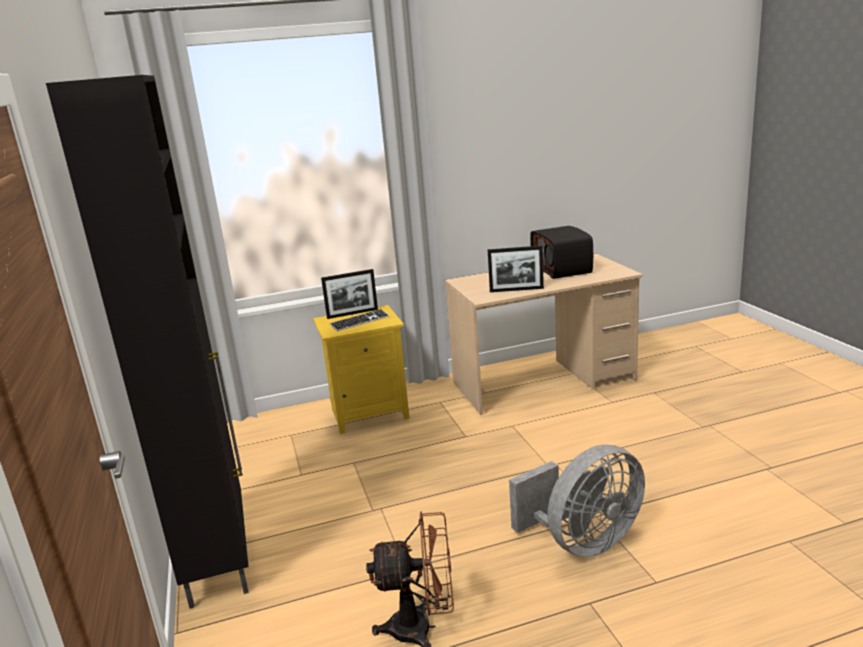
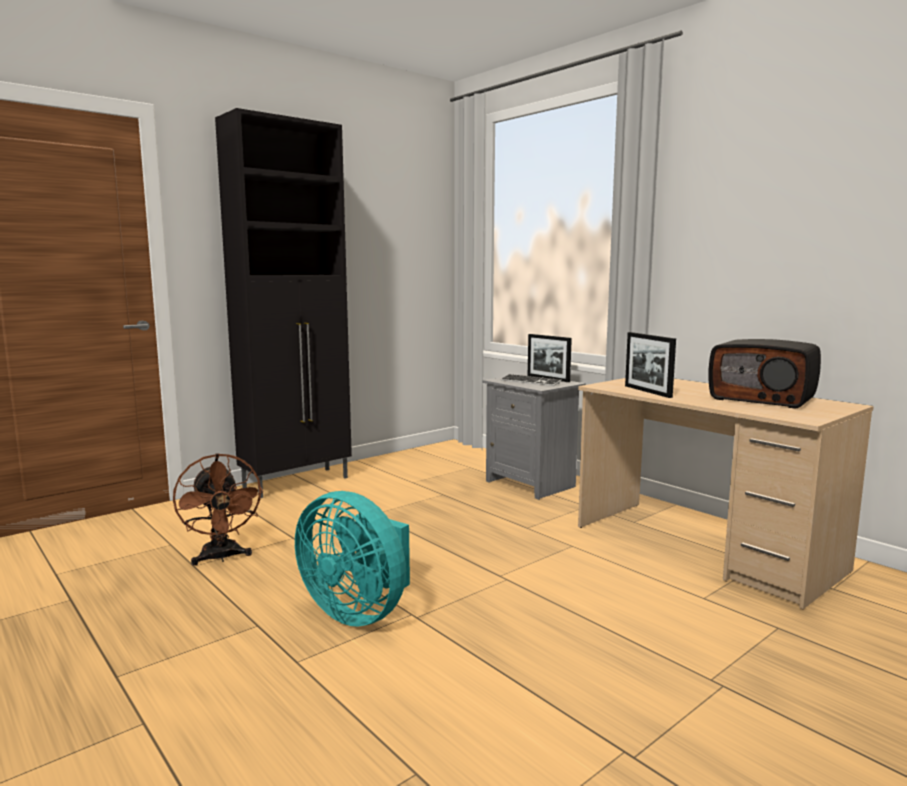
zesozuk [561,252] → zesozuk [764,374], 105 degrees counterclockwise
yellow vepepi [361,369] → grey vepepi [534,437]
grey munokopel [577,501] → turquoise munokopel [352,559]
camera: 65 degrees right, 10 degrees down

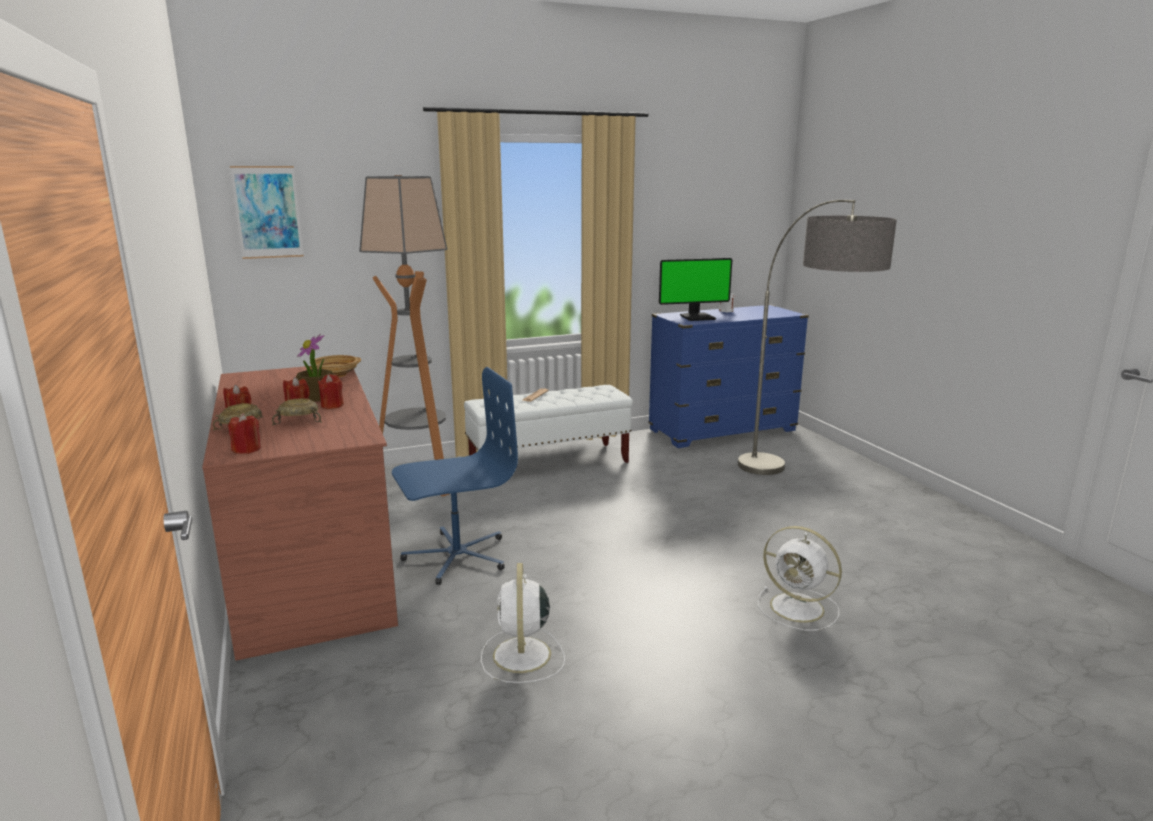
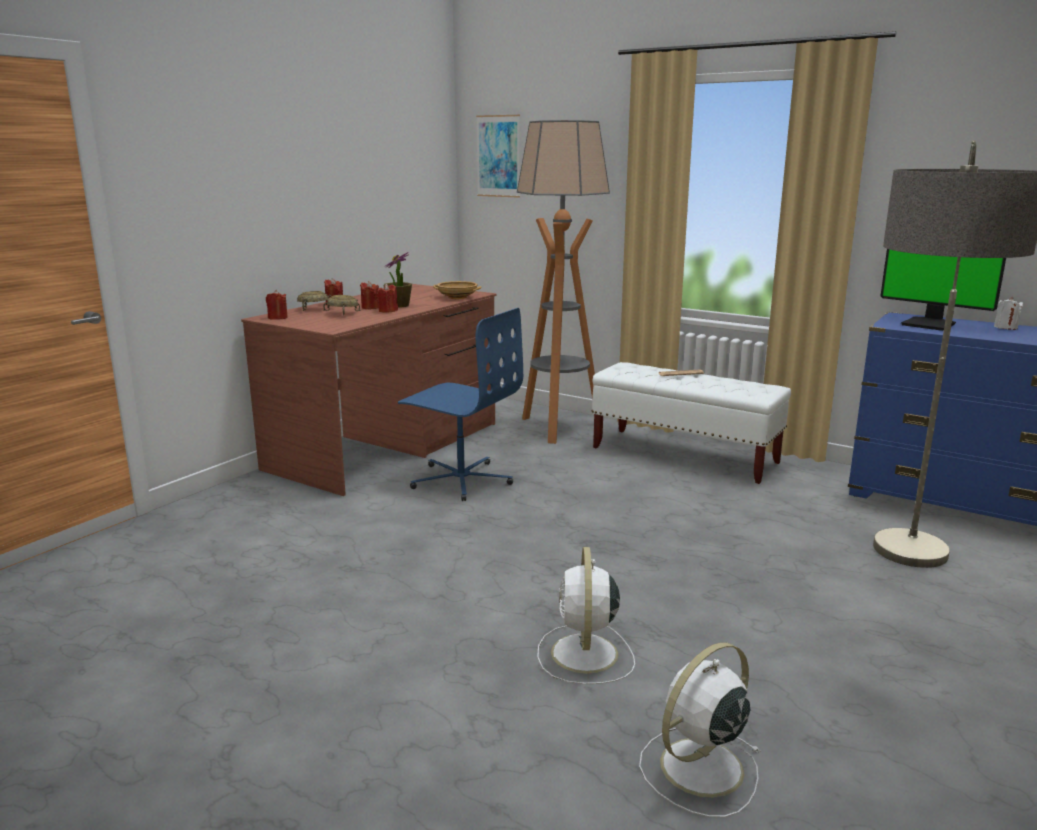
white munokopel [523,623] → white munokopel [699,729], relocated
camera: 55 degrees right, 0 degrees up

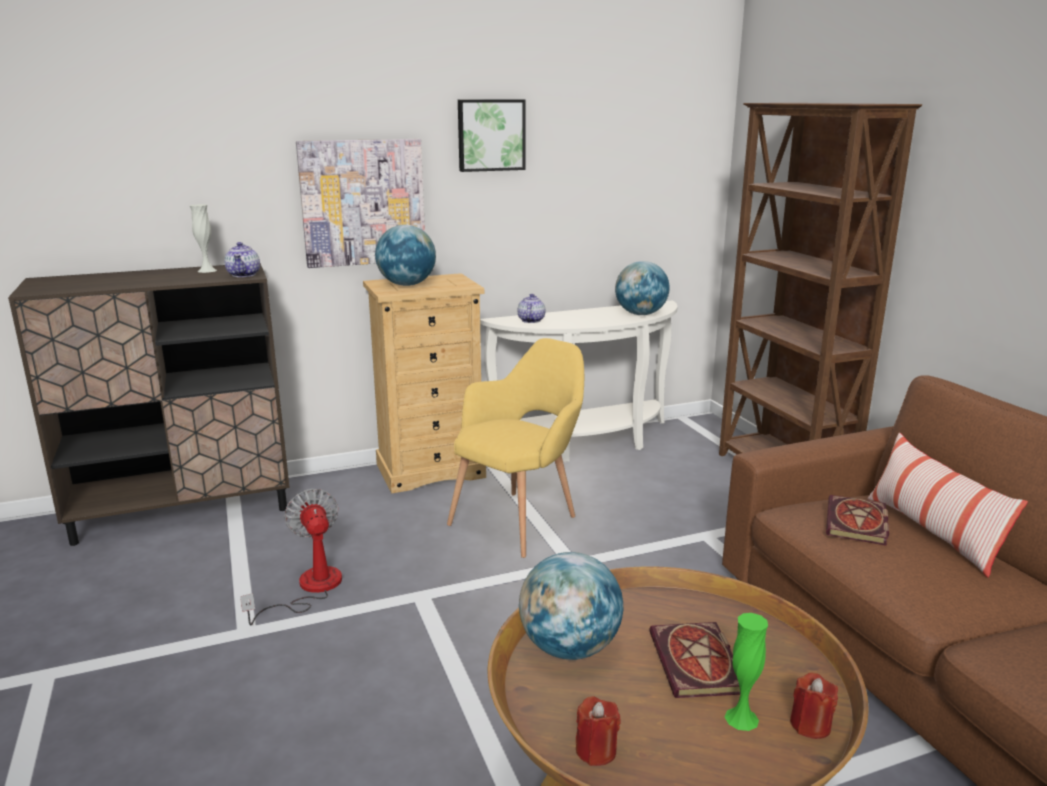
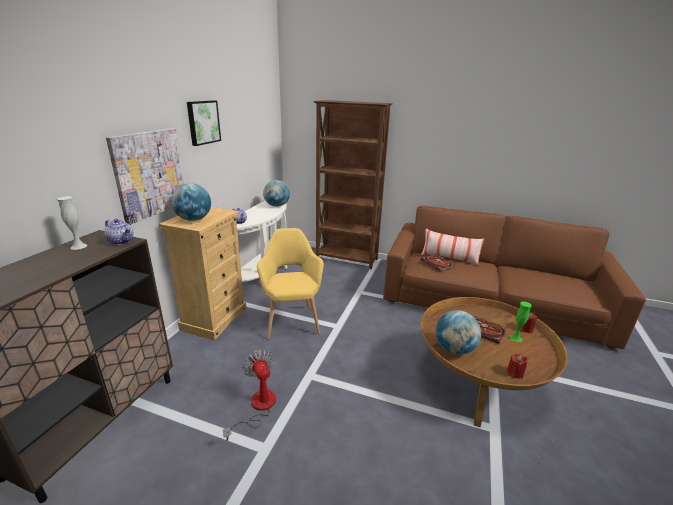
munokopel [291,557] → munokopel [249,395], 45 degrees clockwise
camera: 50 degrees left, 5 degrees up

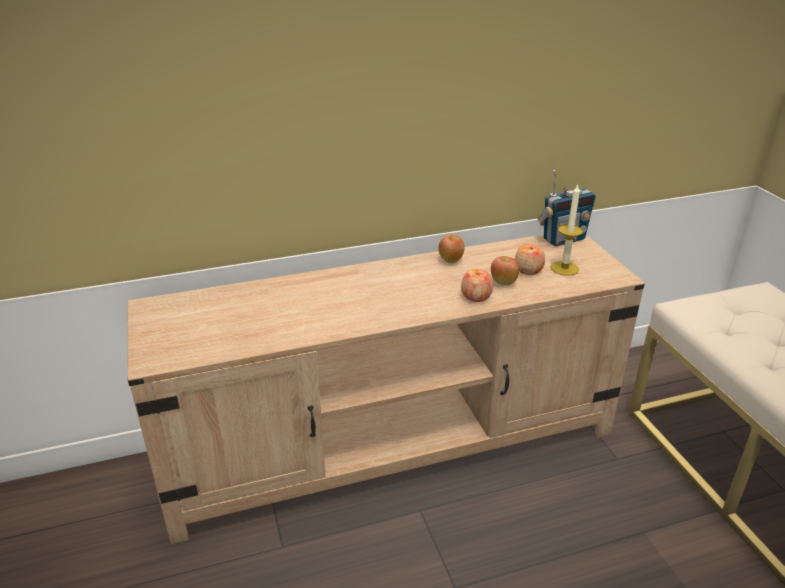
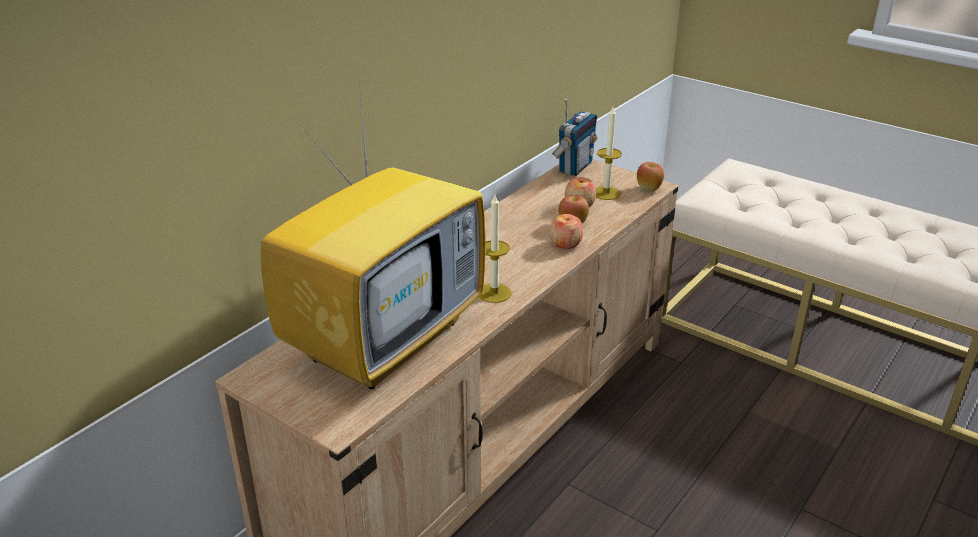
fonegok [451,249] → fonegok [650,176], relocated
- → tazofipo [373,229]
- → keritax [495,249]
camera: 35 degrees left, 0 degrees up

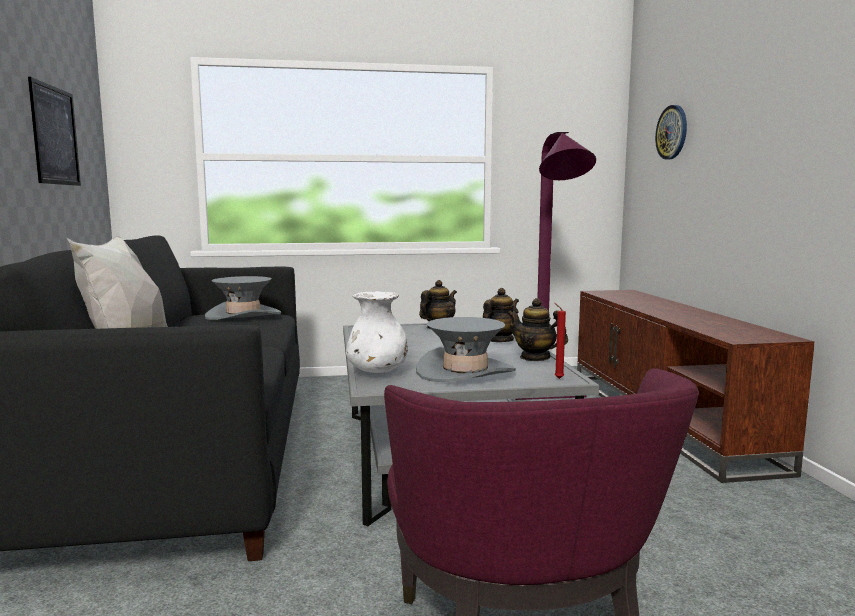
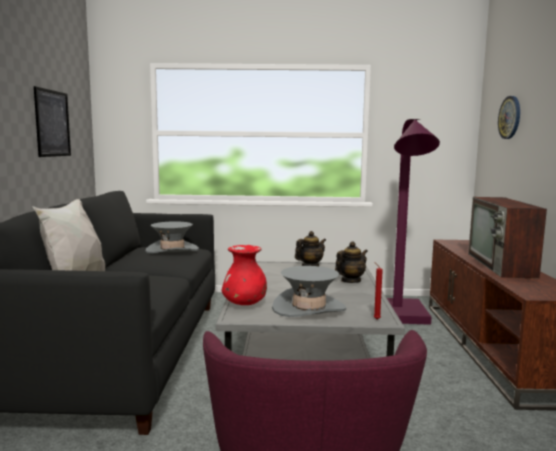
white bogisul [377,332] → red bogisul [244,275]
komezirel [537,329] → -
- → tazofipo [507,238]
camera: 10 degrees right, 0 degrees up

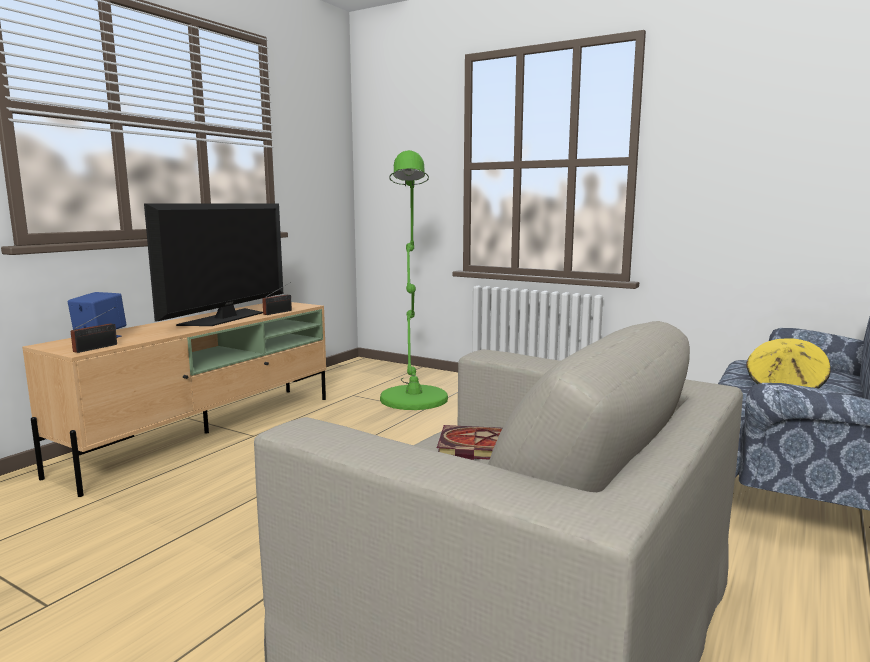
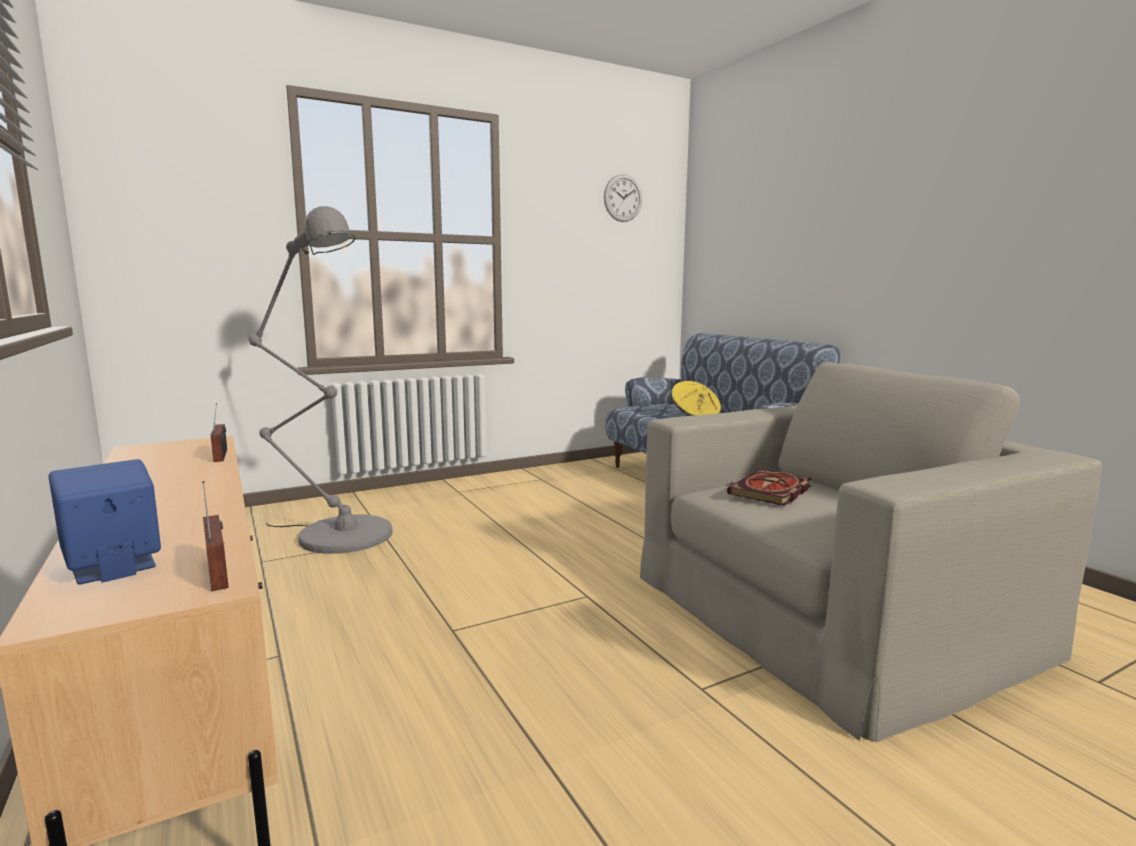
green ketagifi [414,280] → grey ketagifi [320,380]
tazofipo [213,264] → -
- → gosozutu [623,198]
camera: 60 degrees left, 0 degrees up

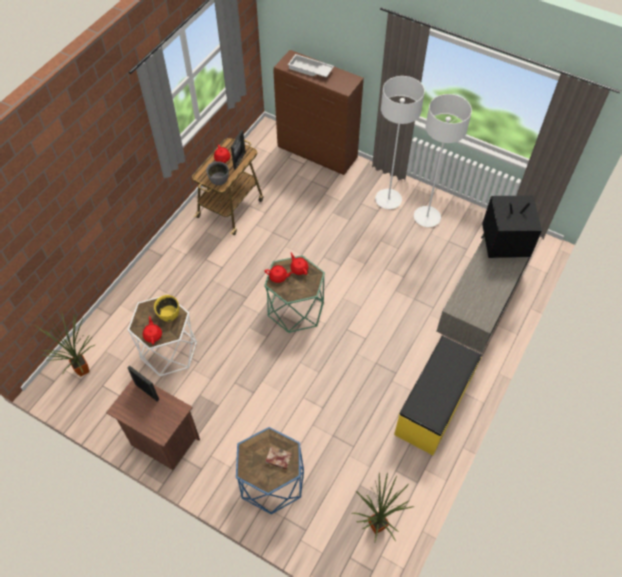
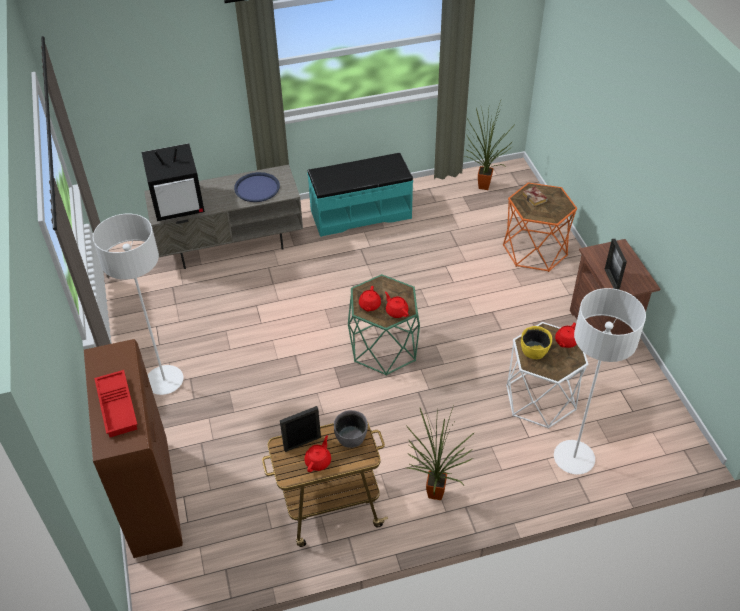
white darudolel [311,65] → red darudolel [115,403]
white ketagifi [443,160] → white ketagifi [600,381], relocated
tazofipo [512,226] → tazofipo [173,182], 60 degrees counterclockwise
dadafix [66,344] → dadafix [441,453], relocated
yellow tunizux [438,395] → turquoise tunizux [360,195]
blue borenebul [270,470] → orange borenebul [540,227]
- → blue darudolel [257,187]
camera: 135 degrees left, 10 degrees down

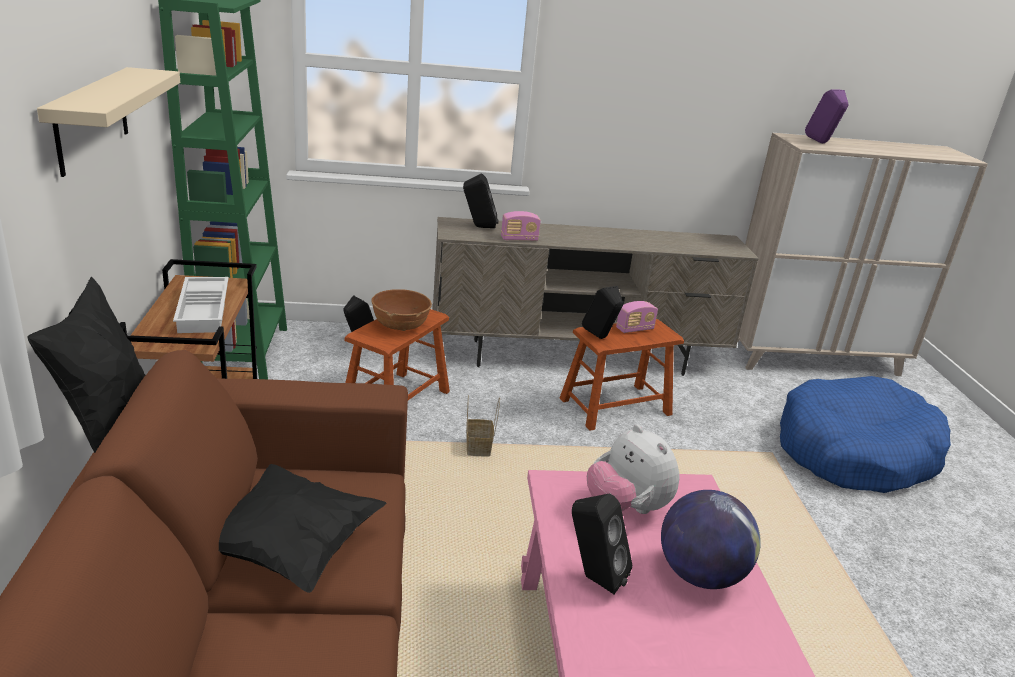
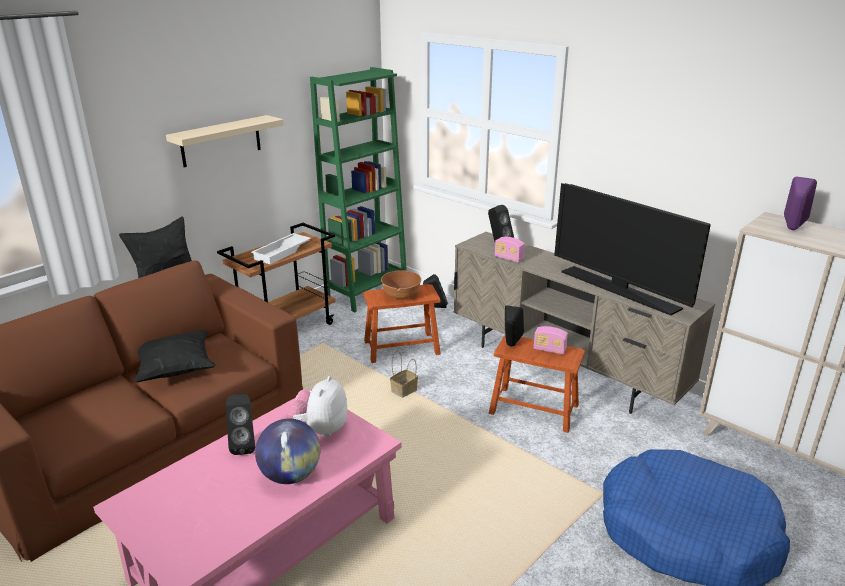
- → tazofipo [632,249]
camera: 50 degrees right, 0 degrees up

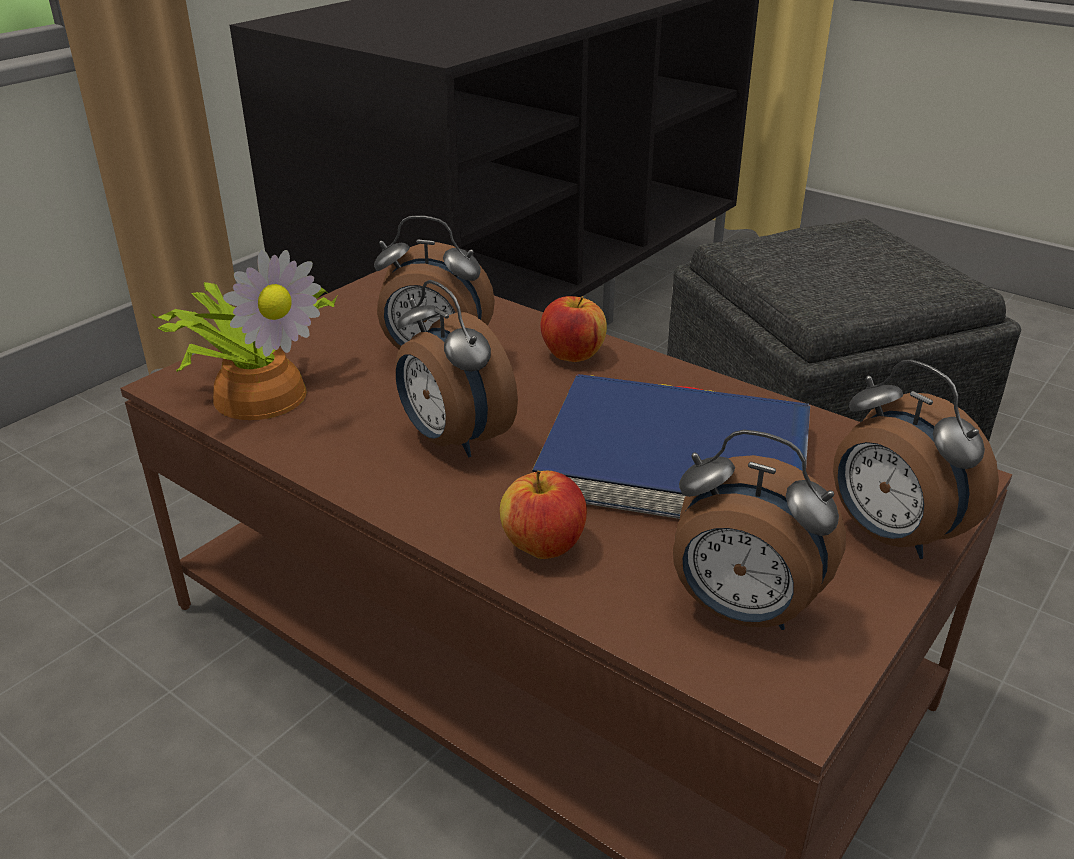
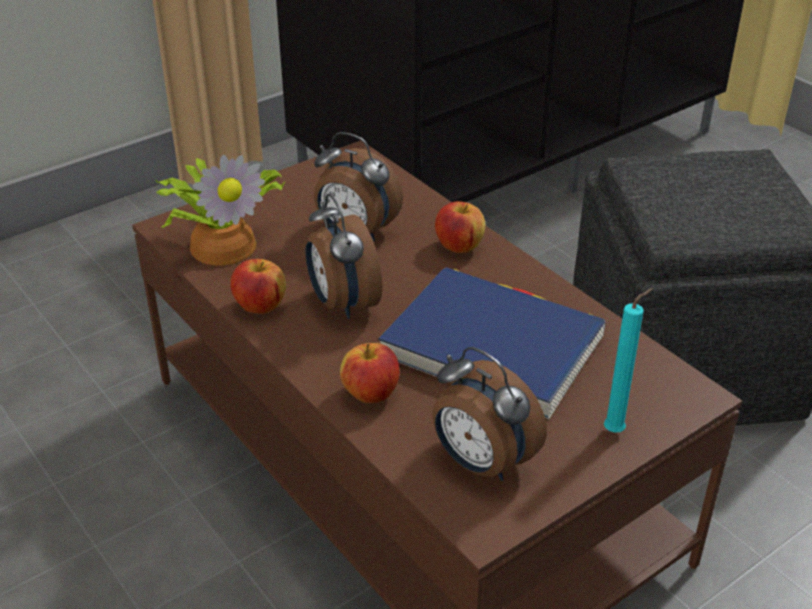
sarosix [916,459] → turquoise keritax [628,360]
- → fonegok [258,286]
camera: 15 degrees right, 5 degrees up

